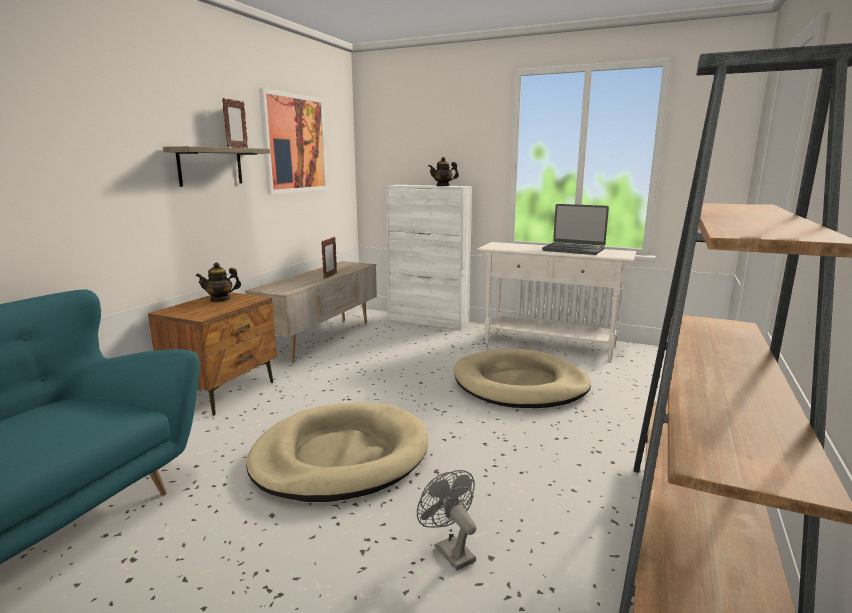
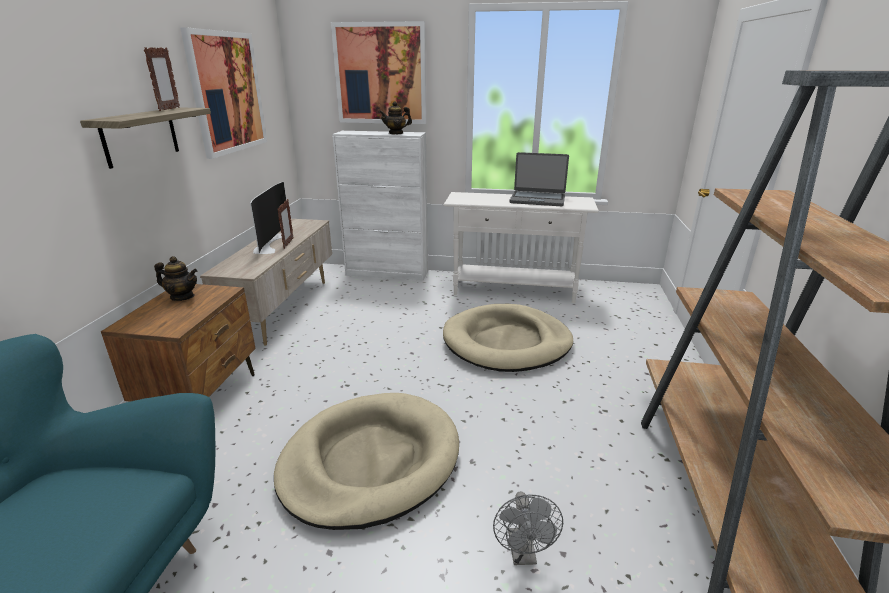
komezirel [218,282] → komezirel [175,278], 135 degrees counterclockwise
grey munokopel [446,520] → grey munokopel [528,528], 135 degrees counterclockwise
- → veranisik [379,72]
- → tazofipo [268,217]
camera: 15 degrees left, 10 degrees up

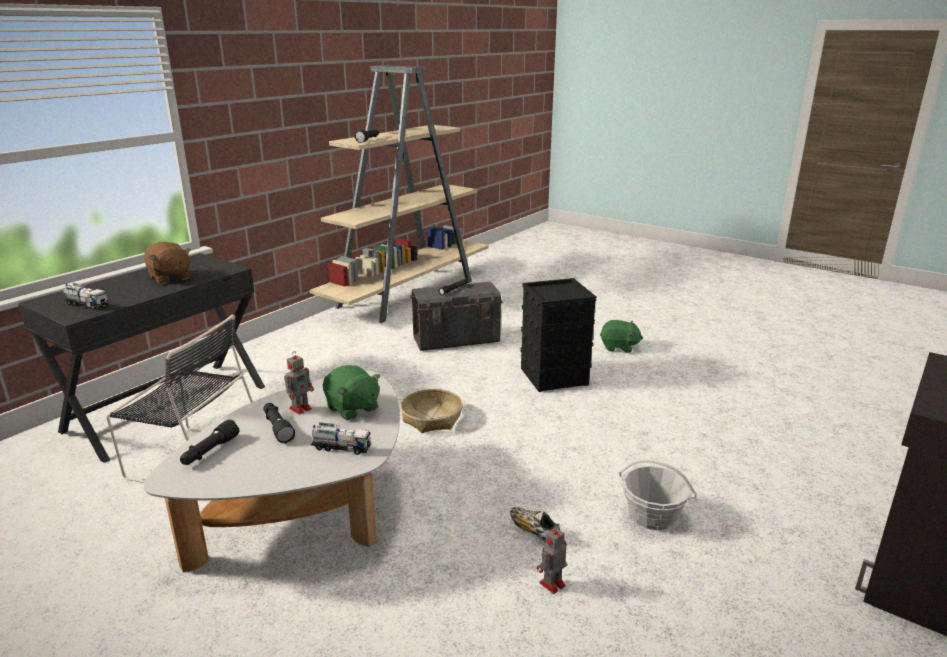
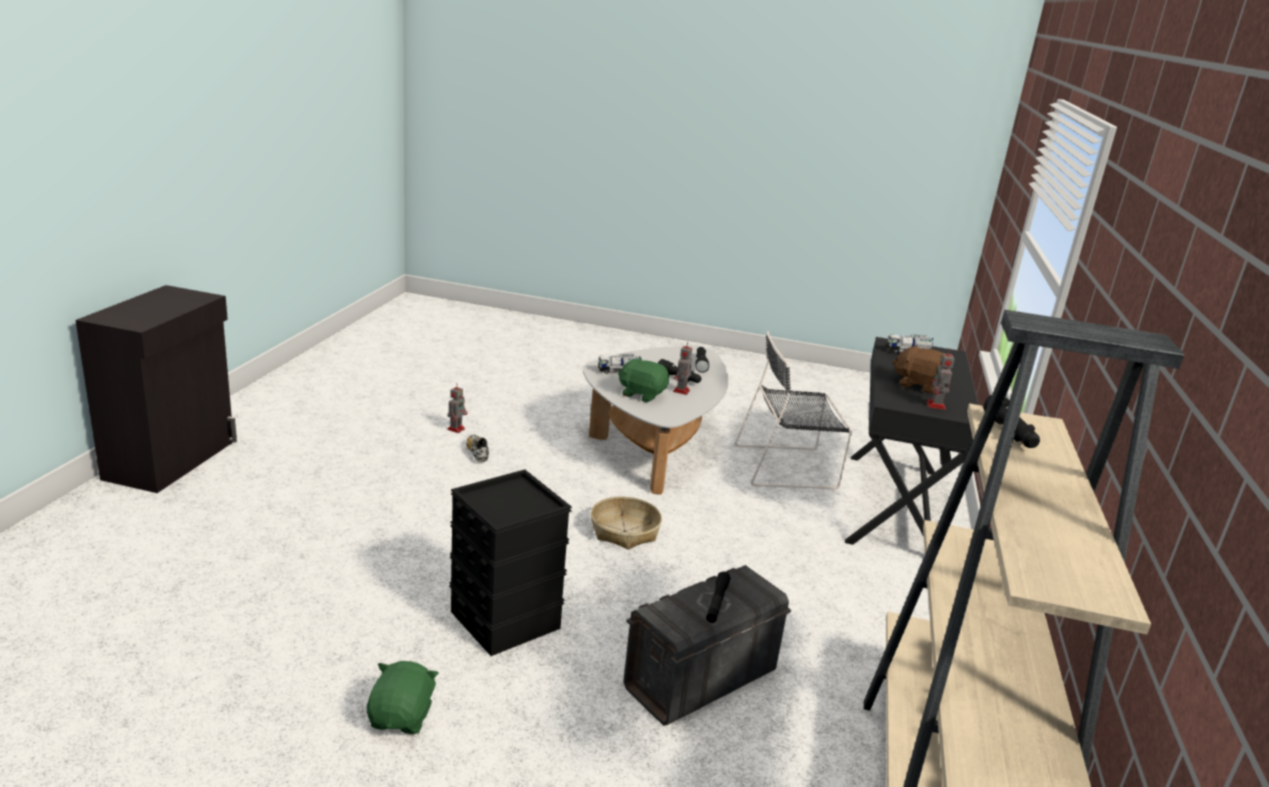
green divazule [621,336] → green divazule [403,697], 105 degrees clockwise
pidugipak [658,494] → -
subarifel [535,524] → subarifel [477,448], 135 degrees counterclockwise
- → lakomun [940,379]
camera: 155 degrees right, 0 degrees up

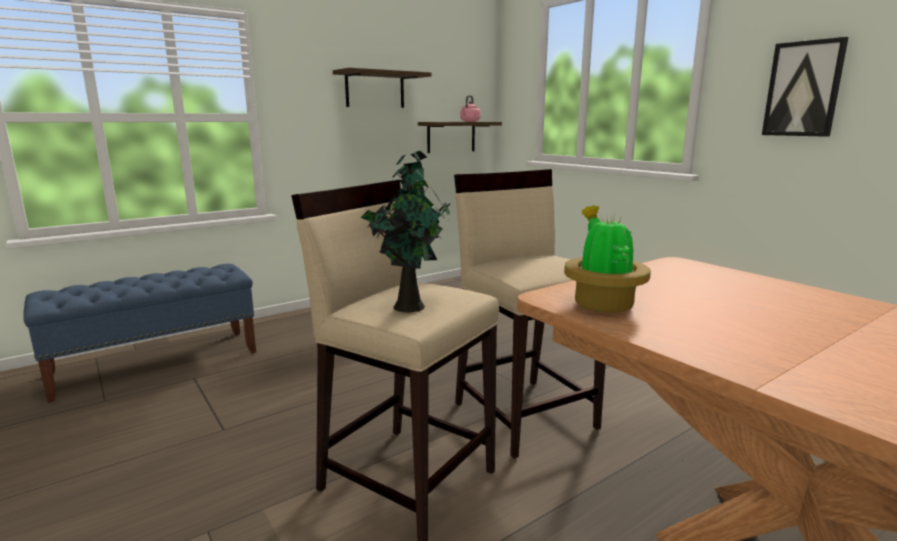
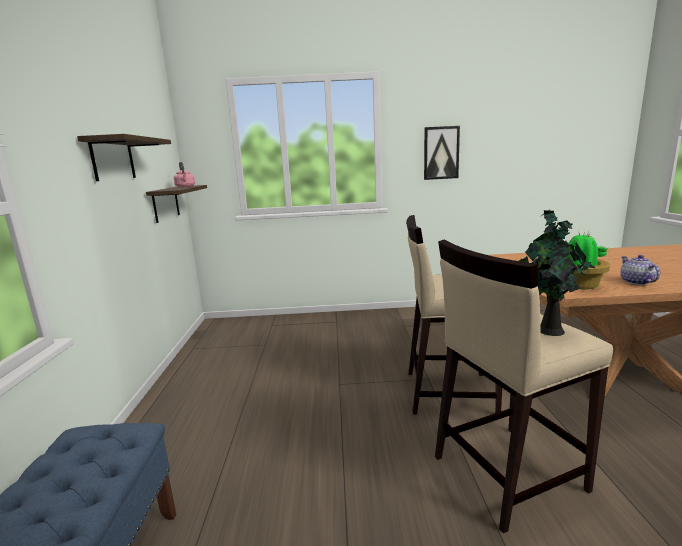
- → komezirel [640,270]
camera: 55 degrees left, 0 degrees up

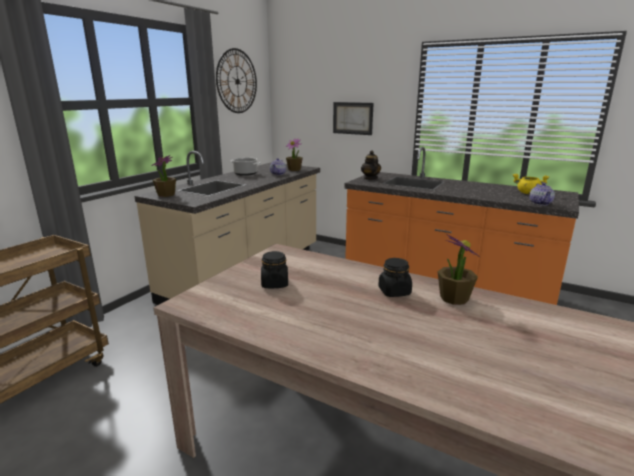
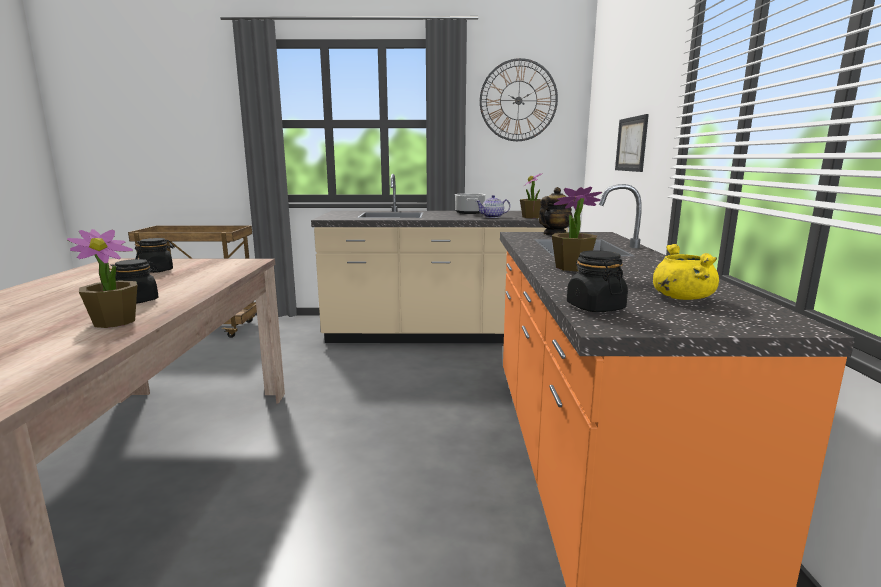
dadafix [163,176] → dadafix [577,229], relocated
komezirel [542,194] → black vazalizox [597,281]
camera: 60 degrees right, 5 degrees down

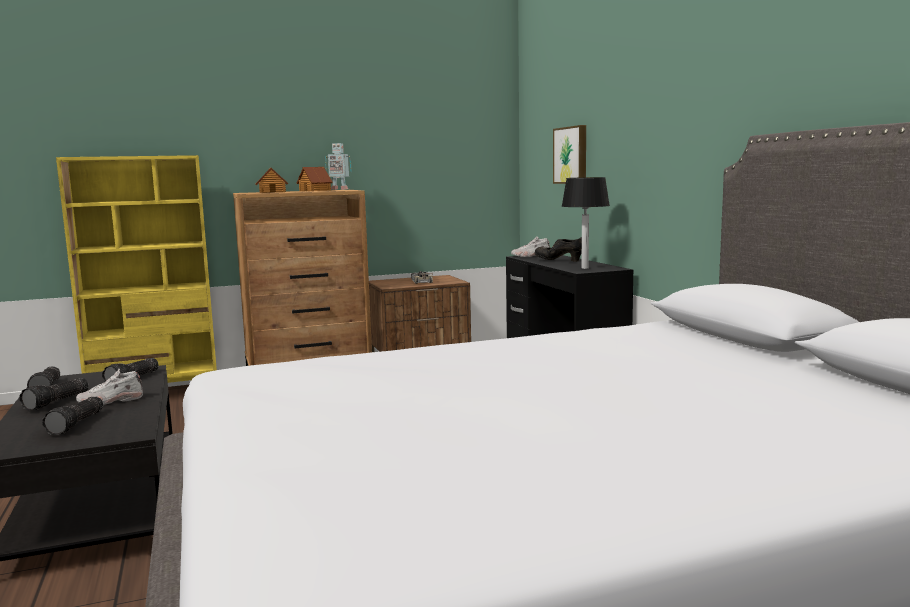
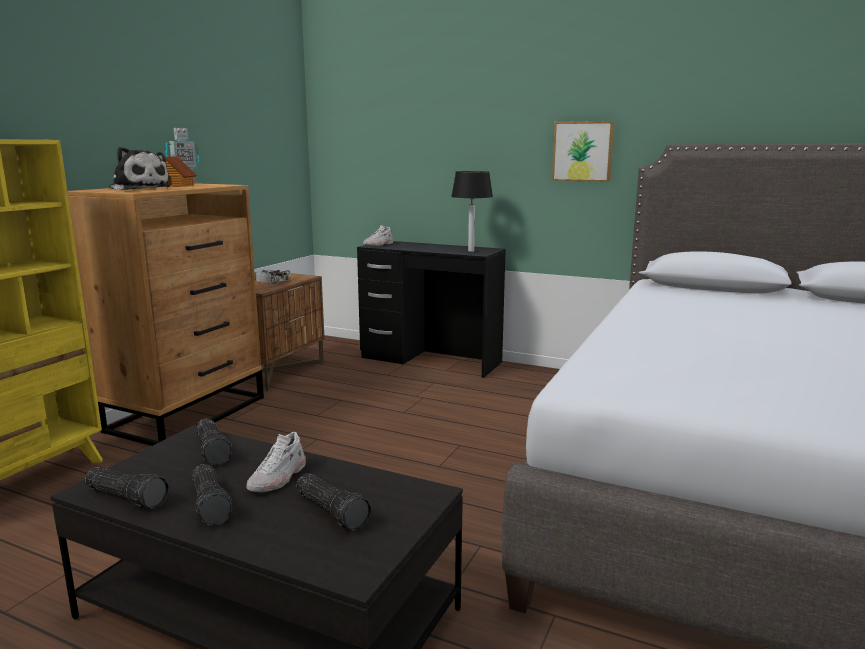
veranisik [569,154] → veranisik [583,151], relocated
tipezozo [272,180] → divazule [140,168]
black subarifel [558,249] → -
camera: 45 degrees left, 5 degrees up

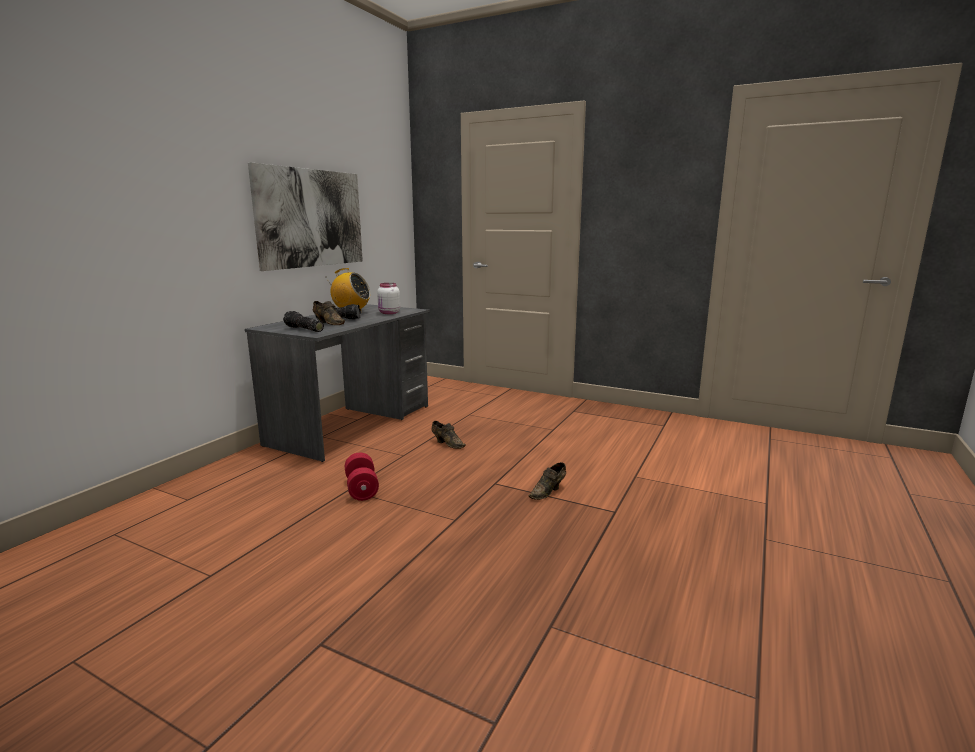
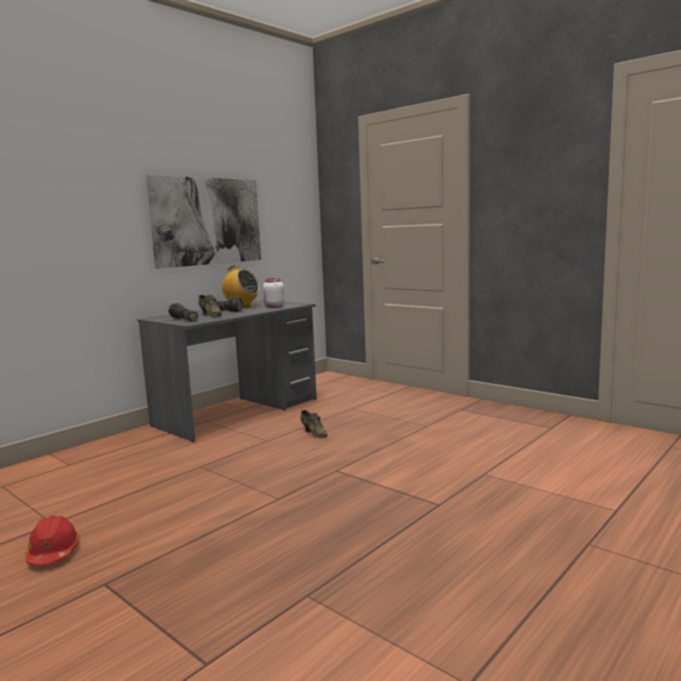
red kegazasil [362,477] → -
brown subarifel [547,481] → -
- → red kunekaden [52,540]
camera: 15 degrees right, 5 degrees down

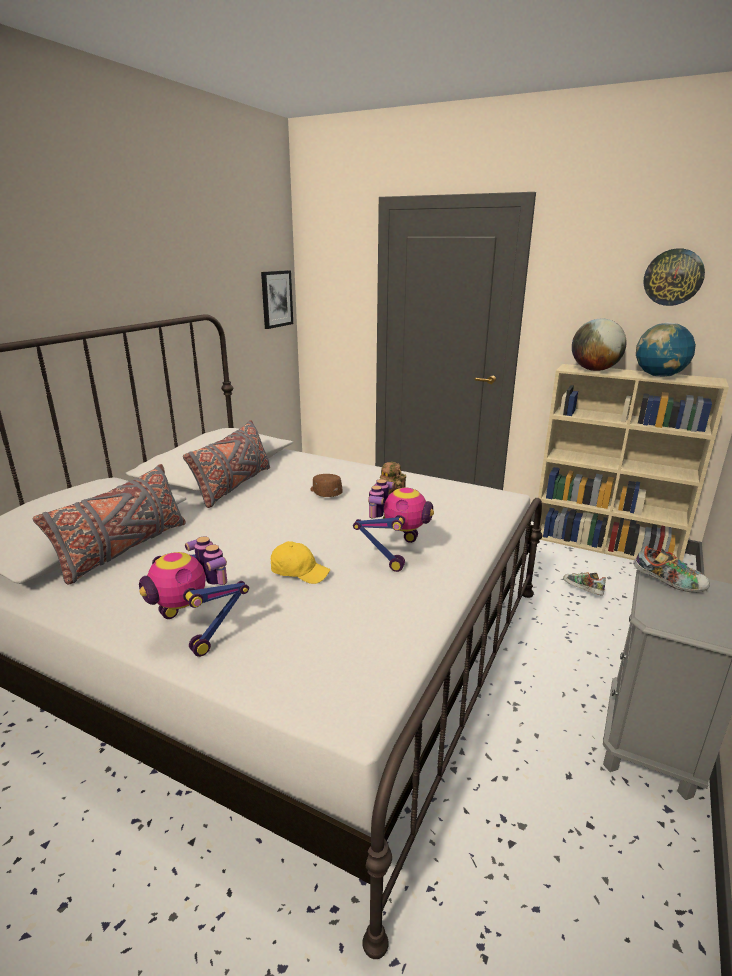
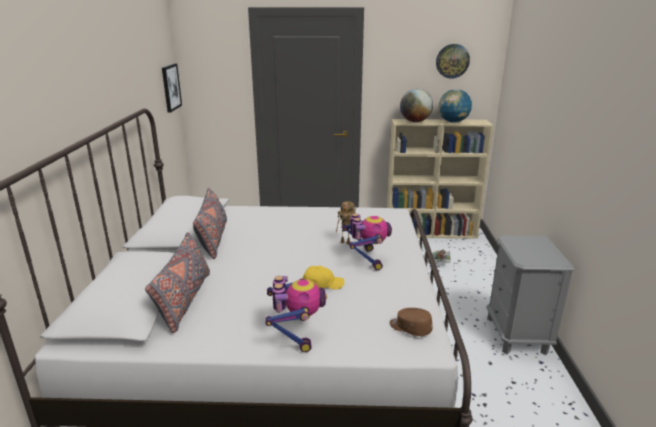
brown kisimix [326,485] → brown kisimix [411,322], relocated
lakomun [194,596] → lakomun [296,314], 120 degrees counterclockwise
subarifel [671,569] → -
camera: 25 degrees left, 0 degrees up

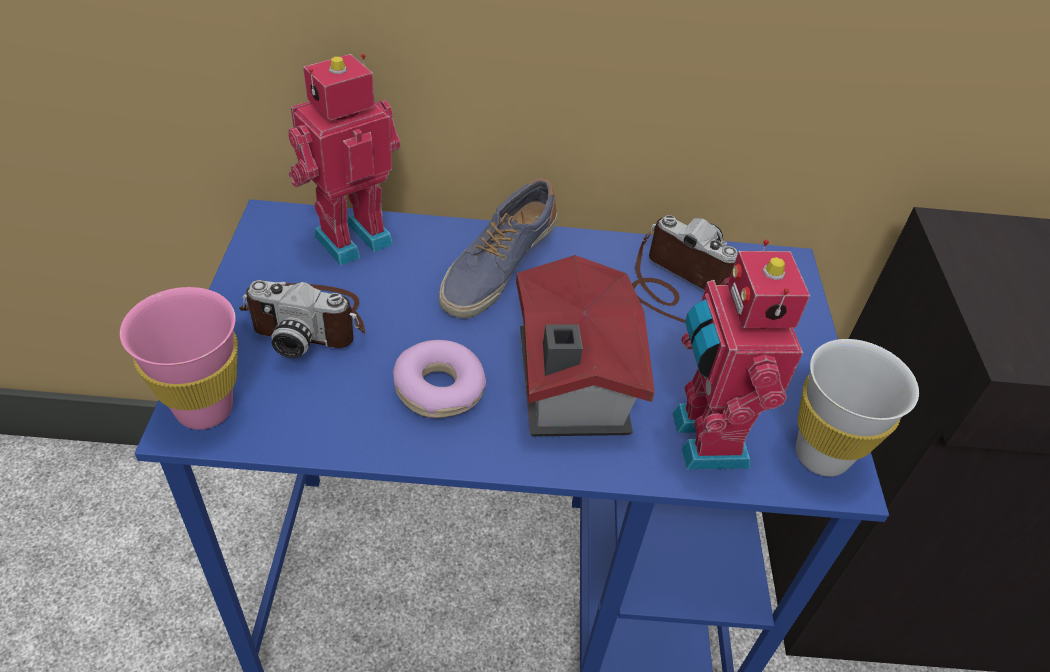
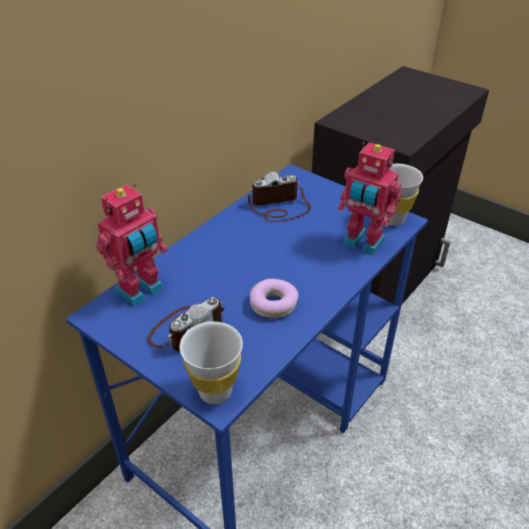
lakomun [344,160] → lakomun [132,245], 135 degrees counterclockwise
subarifel [498,248] → -
tipezozo [585,346] → -
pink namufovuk [179,358] → white namufovuk [211,363]
camera: 50 degrees left, 5 degrees down

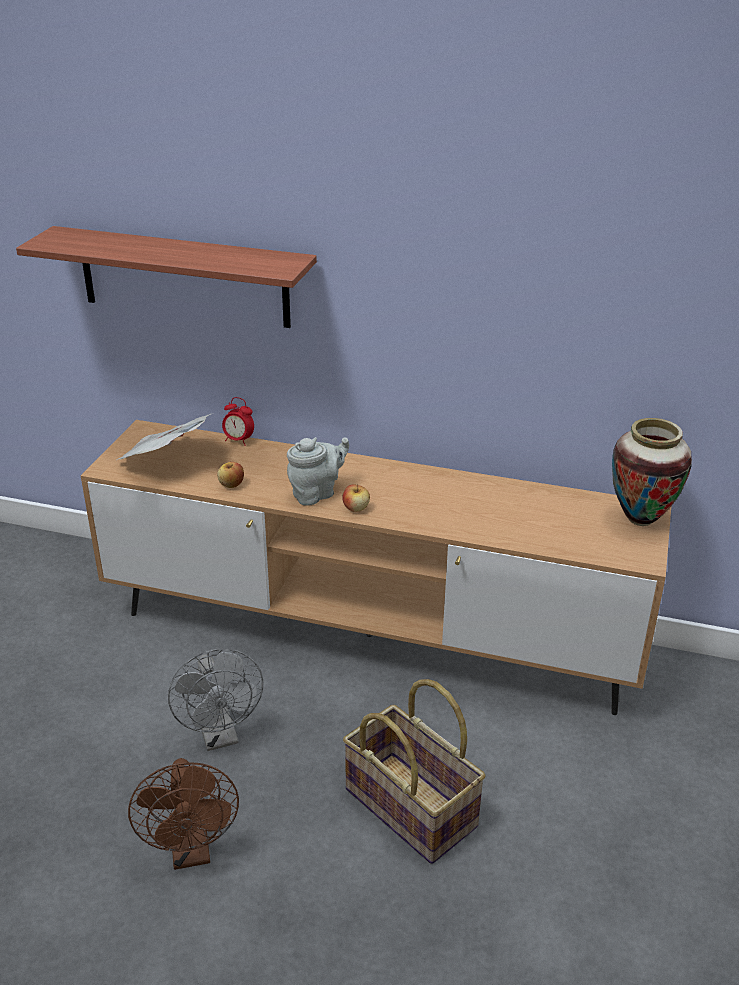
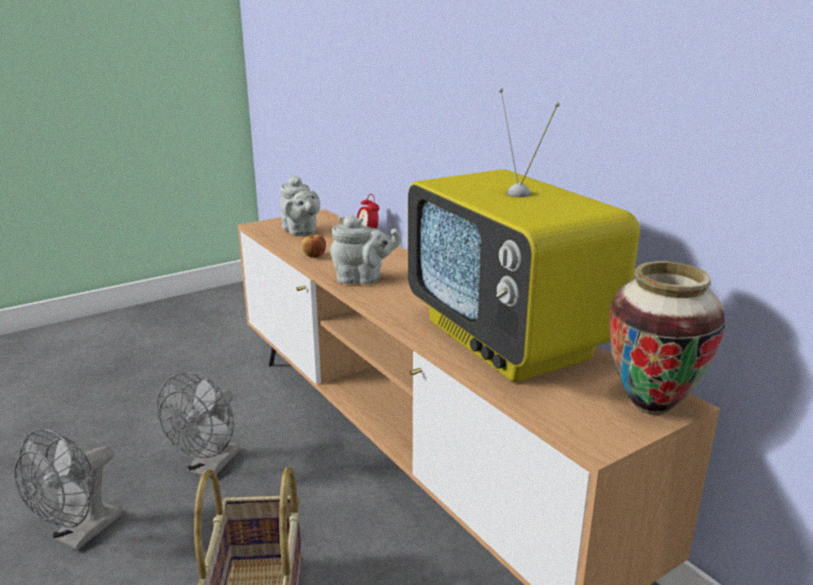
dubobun [166,277] → -
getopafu [164,436] → grey komezirel [300,205]
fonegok [356,497] → -
brown munokopel [183,814] → grey munokopel [68,490]
- → tazofipo [524,235]
camera: 40 degrees right, 10 degrees down

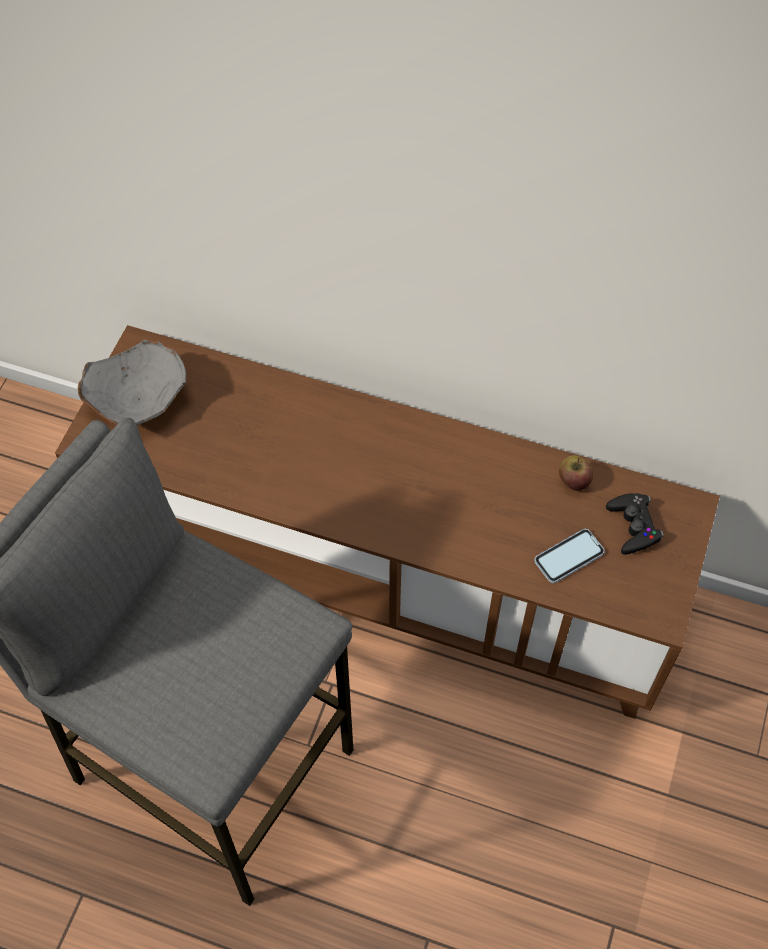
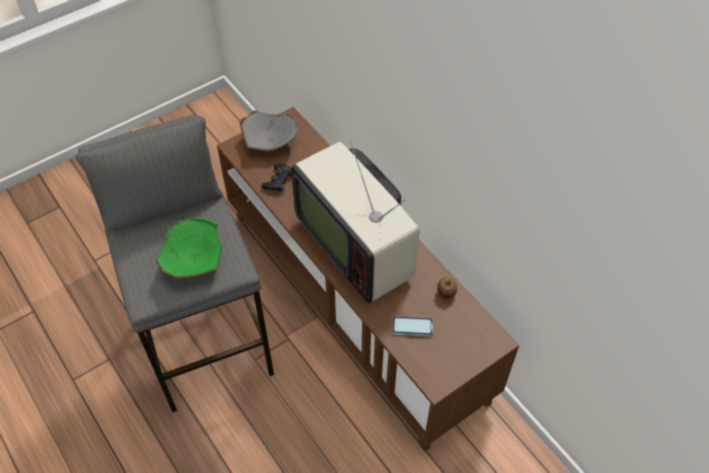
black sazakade [635,524] → black sazakade [276,178], relocated
- → tazofipo [355,221]
- → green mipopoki [189,248]
camera: 35 degrees right, 5 degrees down

